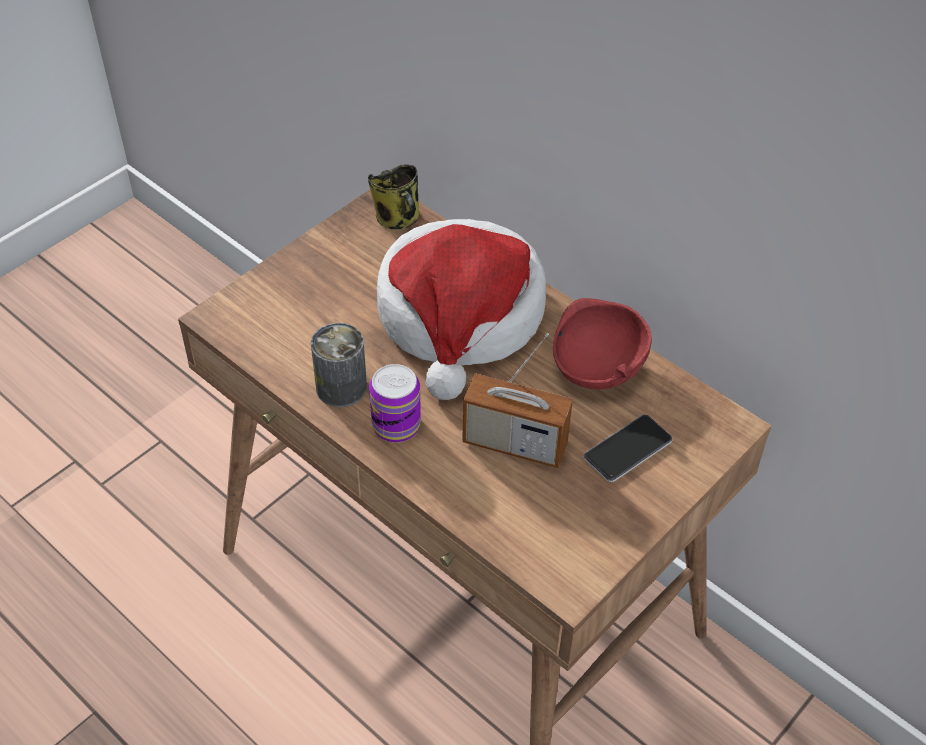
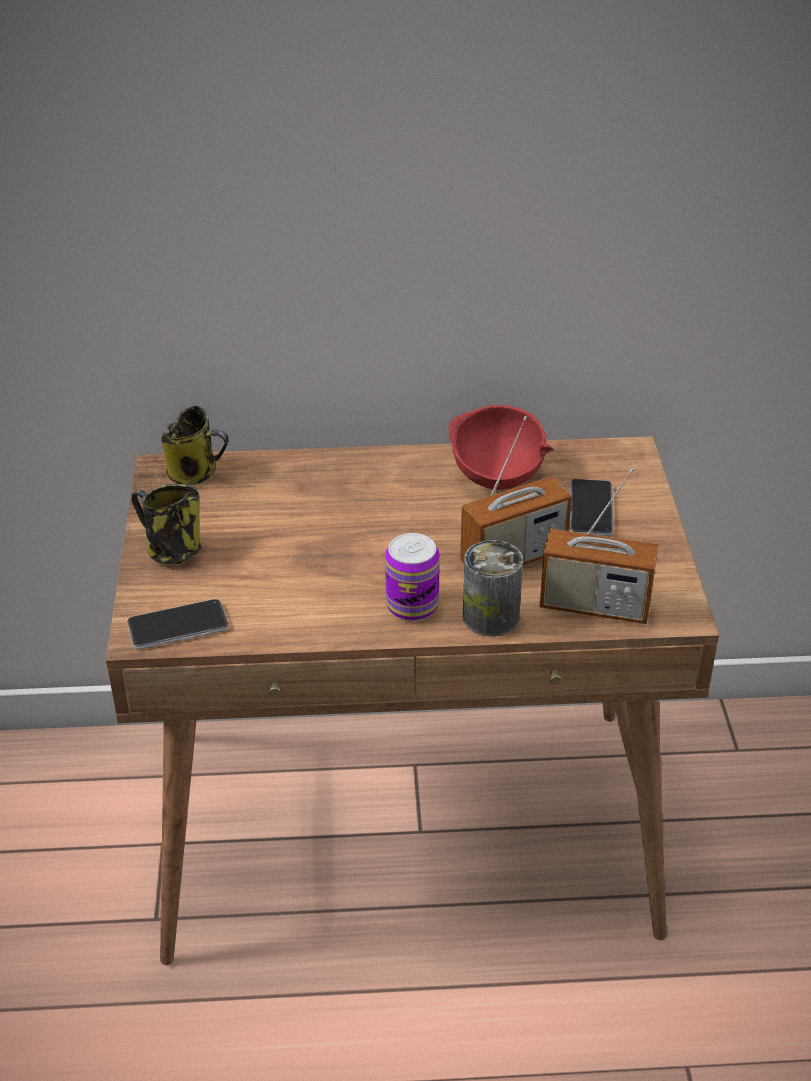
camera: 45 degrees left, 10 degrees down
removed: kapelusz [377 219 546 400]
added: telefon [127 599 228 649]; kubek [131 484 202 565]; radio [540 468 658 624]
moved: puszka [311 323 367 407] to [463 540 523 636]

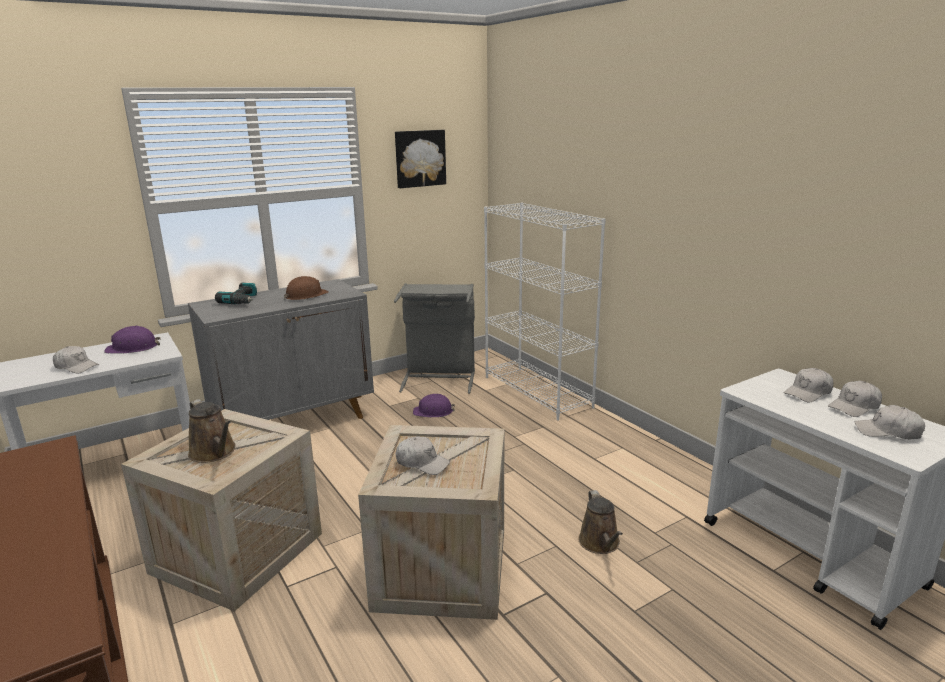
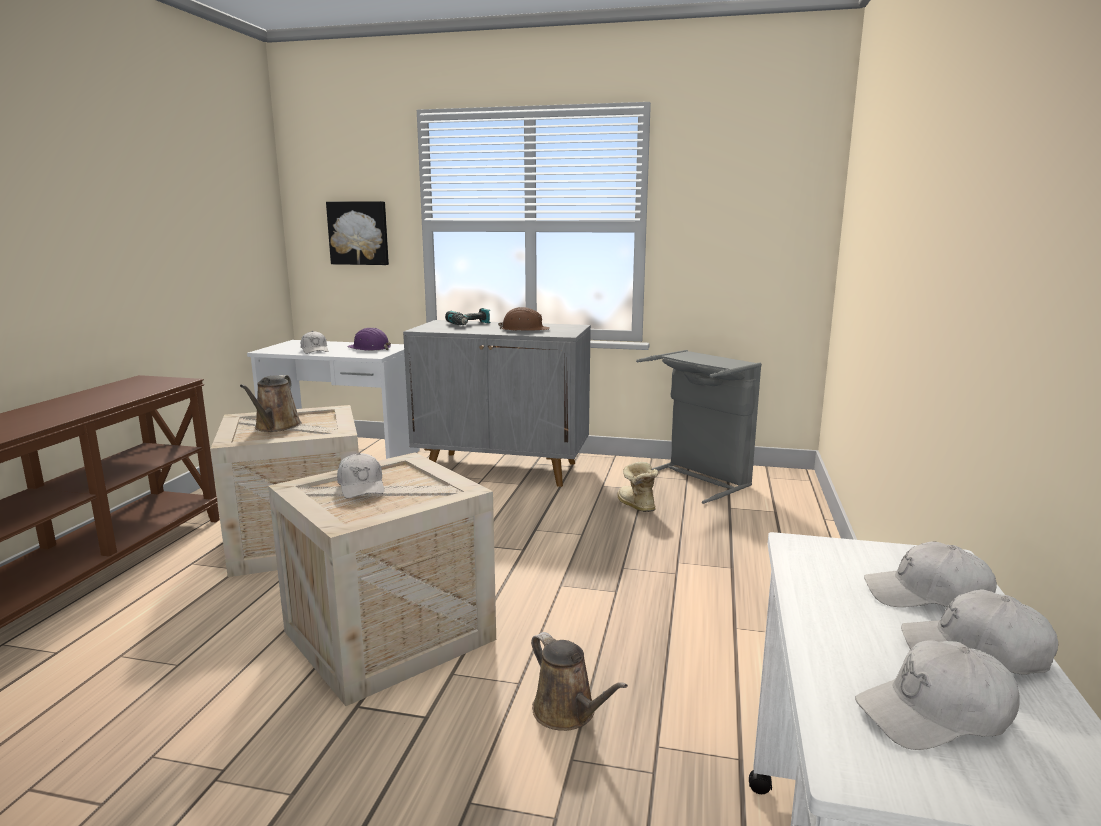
camera: 45 degrees right, 5 degrees down
removed: regał [biały] [484 202 606 421]
moved: obraz [395 130 446 188] to [326 201 389 265]
replaced: kask [fioletowy] [413 394 455 417] to but z cholewką [617 462 658 512]
turned: konewka [brązowy] [578 490 623 554] = [531 632 628 731] 75 degrees counterclockwise; czapka z daszkiem [biały] [855 405 925 439] = [855 640 1020 750] 75 degrees counterclockwise

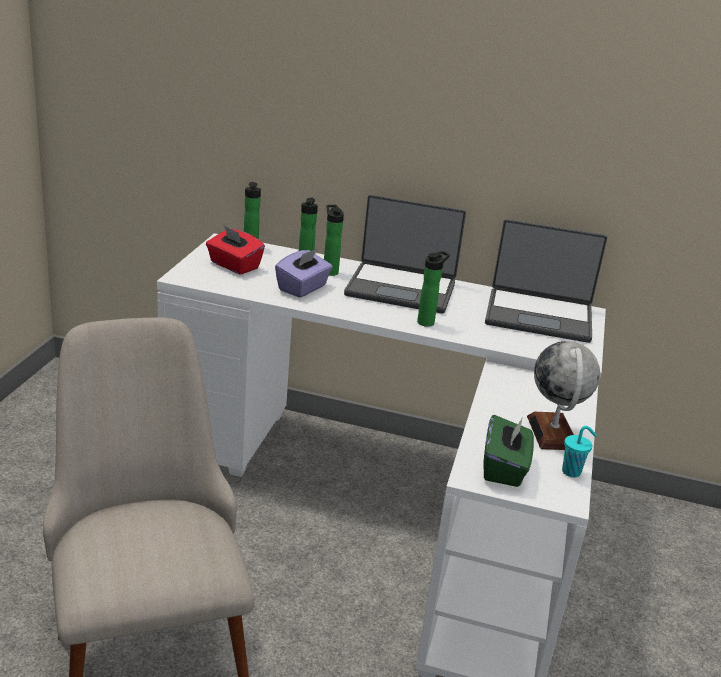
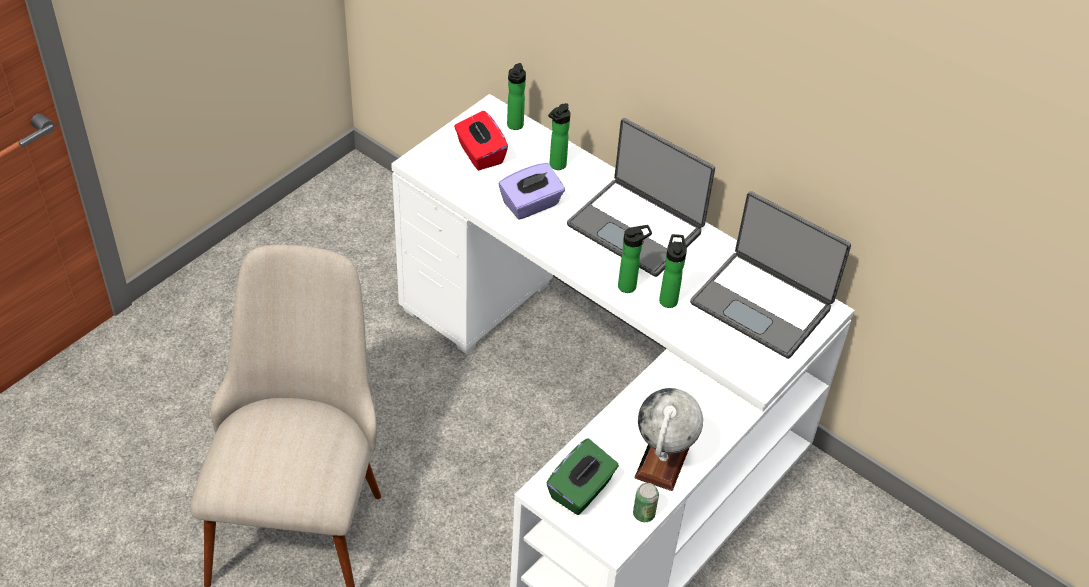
camera: 25 degrees right, 20 degrees up
moved: butelka [324 205 344 276] to [659 234 687 308]
replaced: filiżanka [turkusowy] [562 426 597 477] to puszka [633 483 659 522]

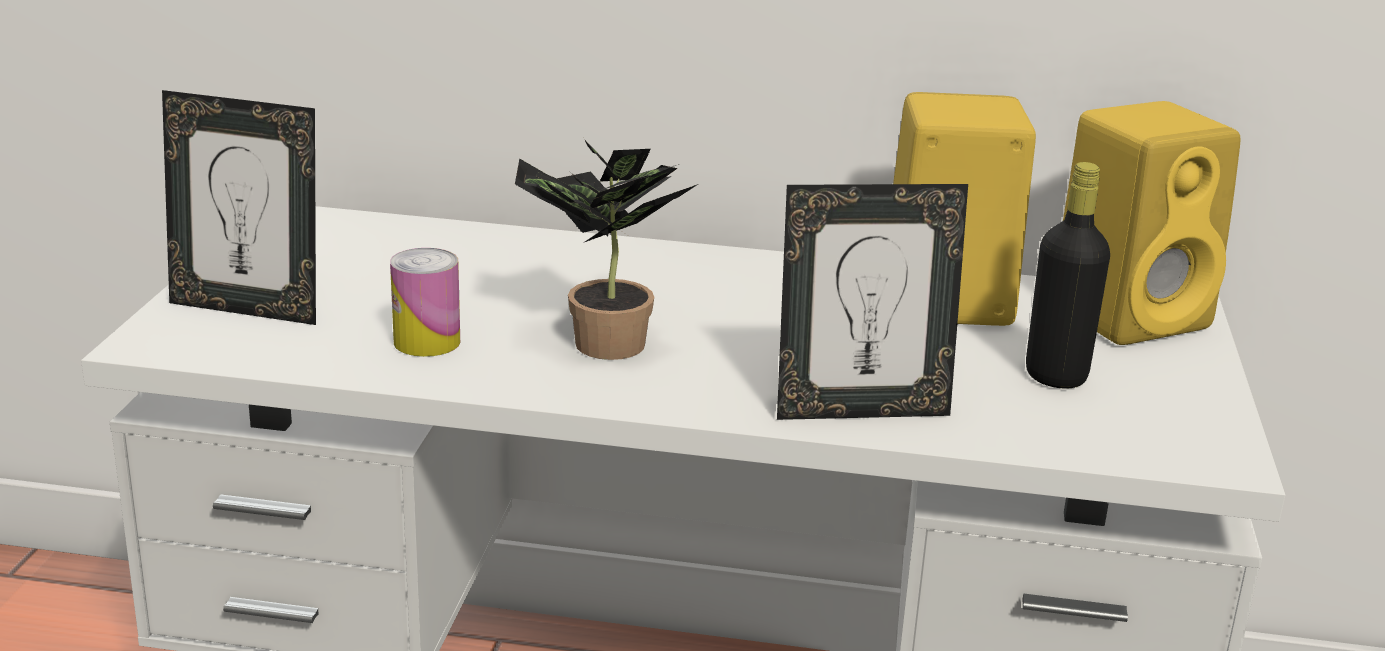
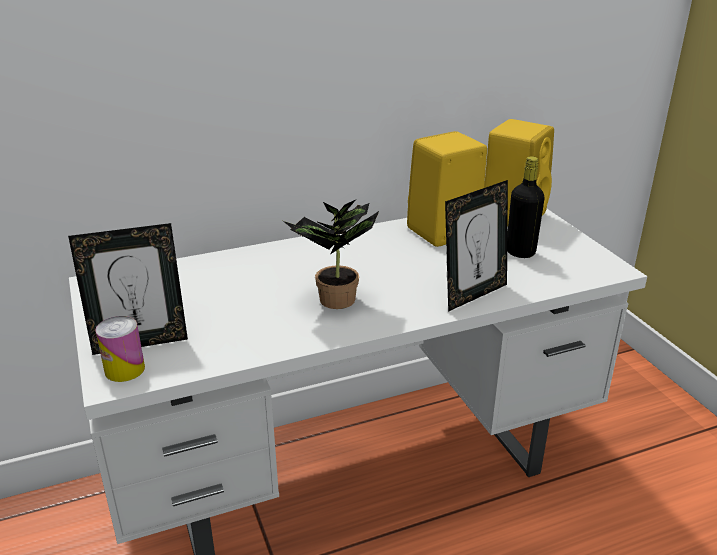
camera: 30 degrees left, 5 degrees up
moved: puszka [390 248 460 357] to [95 316 145 382]

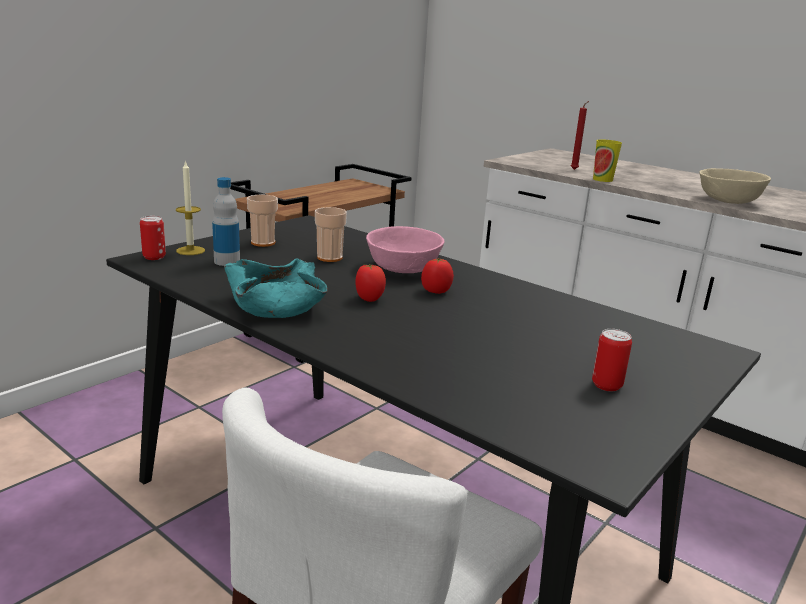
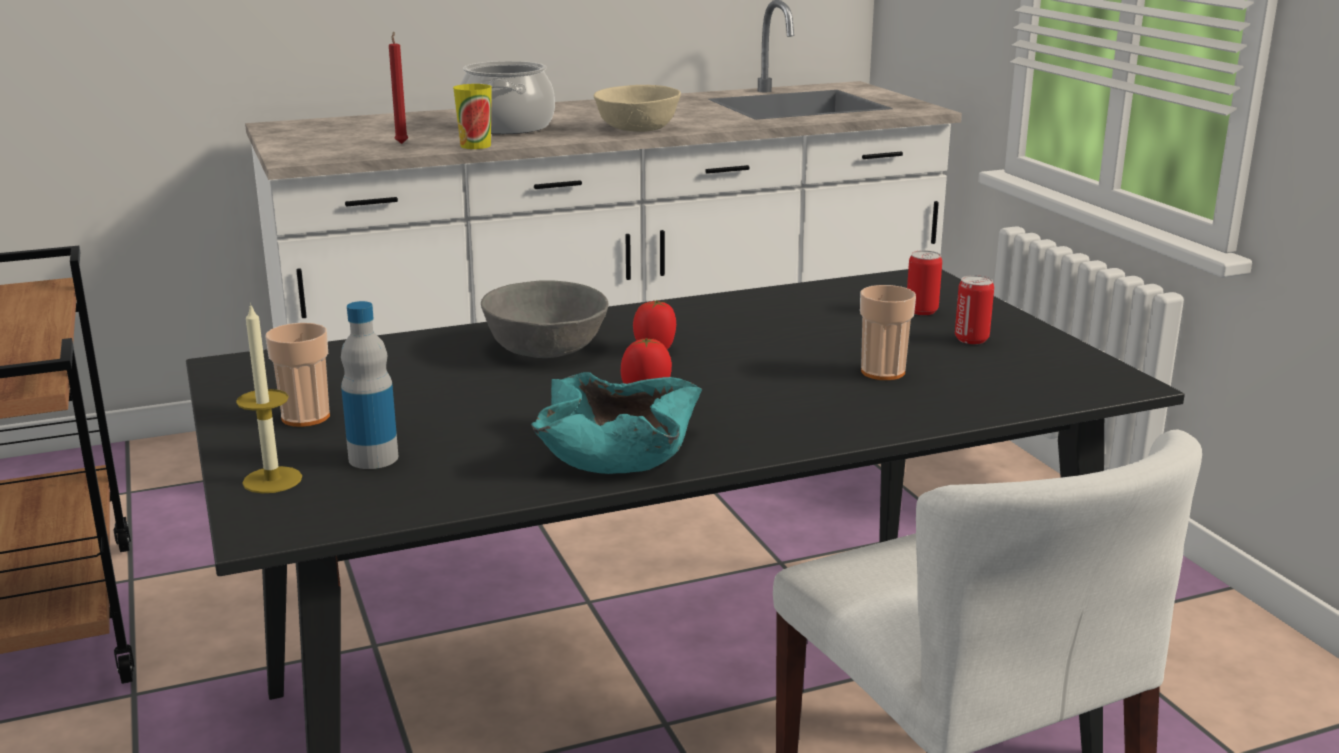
camera: 60 degrees left, 0 degrees up
added: garnek [460 61 555 134]
moved: filiżanka [315 207 347 262] to [860 285 916 380]; puszka [140 216 166 260] to [907 250 942 315]
recoloured: miska [różowy] [366 226 444 273] to miska [szary] [481 280 609 358]

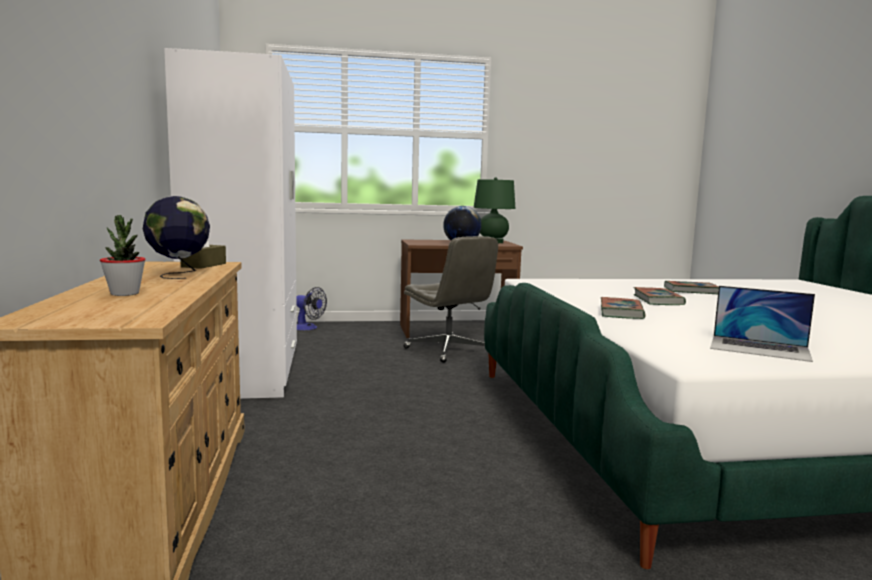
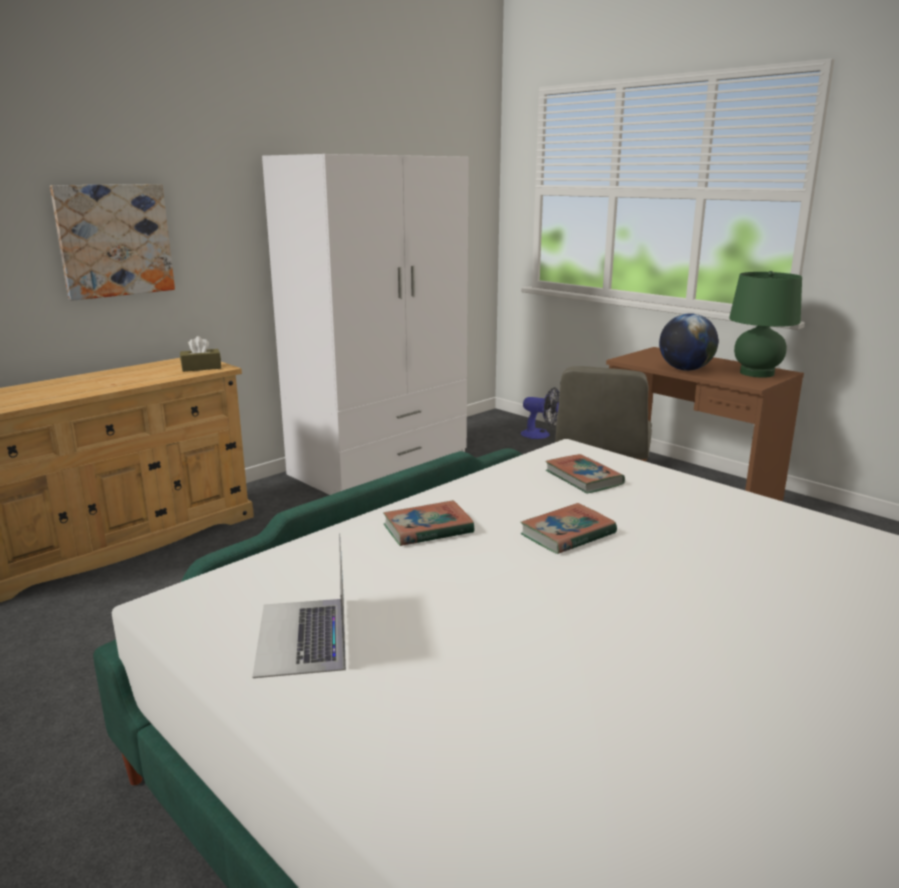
camera: 55 degrees right, 10 degrees up
removed: roślina doniczkowa [100 215 146 296]; globus [143 196 210 279]
added: obraz [50 184 175 301]
moved: książka [664 281 719 294] to [545 454 625 494]
turned: wentylator [296 287 327 330] = [521 387 560 439] 60 degrees counterclockwise

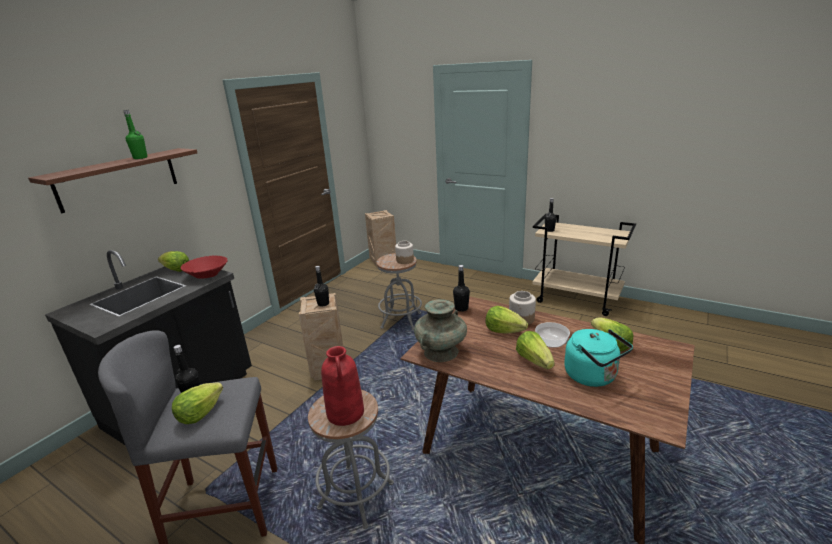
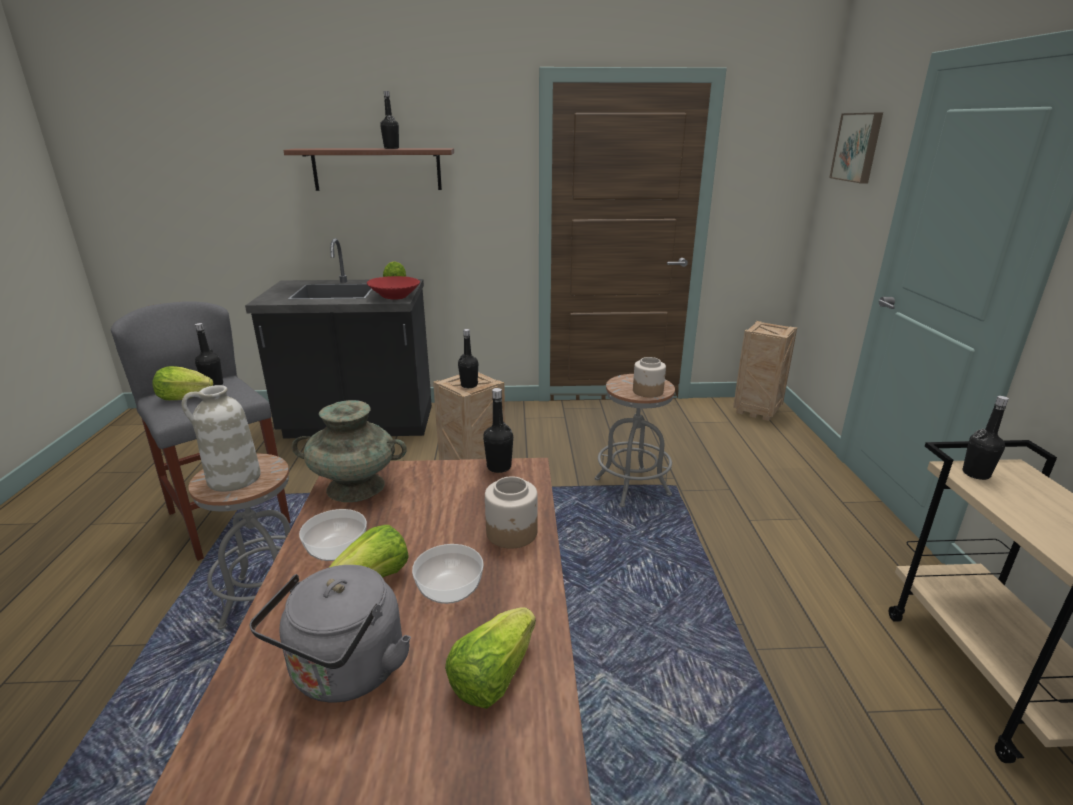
camera: 55 degrees right, 0 degrees up
removed: sałata [485 306 528 333]
added: miska [299 509 367 561]; obraz [829 113 883 183]
recoloured: wazon [czerwony] [321 346 364 426] to wazon [biały] [182 385 261 492]; czajnik [turkusowy] [564 329 633 387] to czajnik [szary] [250 565 411 703]; butelka [zielony] [123 110 148 159] to butelka [czarny] [380 91 399 149]

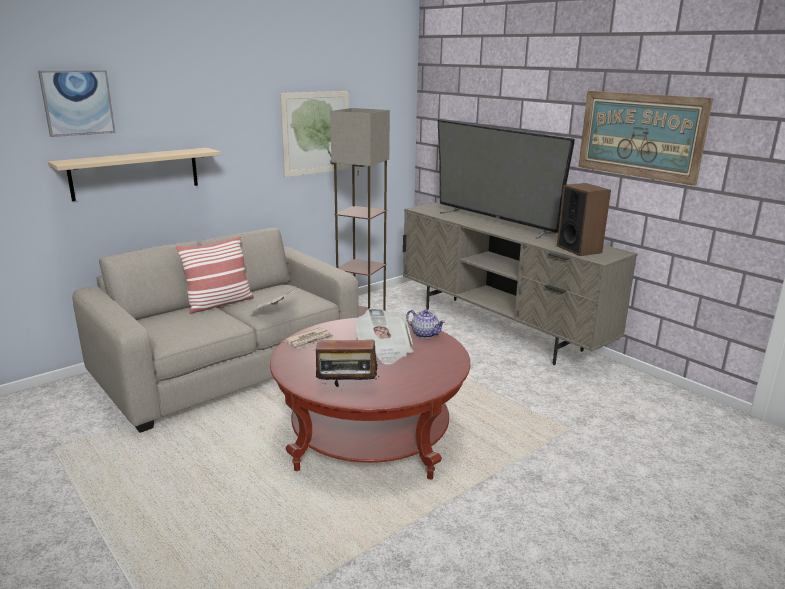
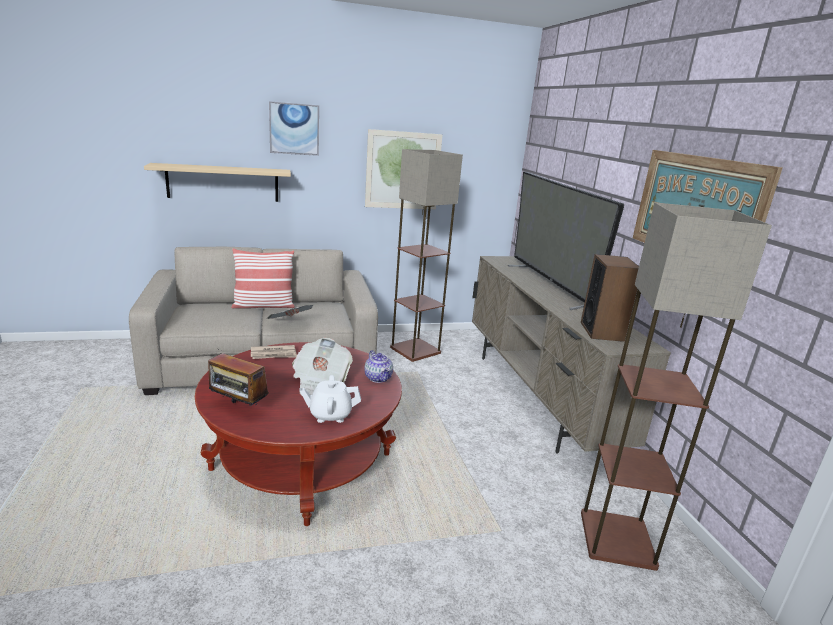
camera: 25 degrees right, 0 degrees up
added: imbryk [biały] [299 375 361 423]; lampa stojąca [581 202 772 571]
moved: obraz [38 70 116 137] to [269 101 319 156]

